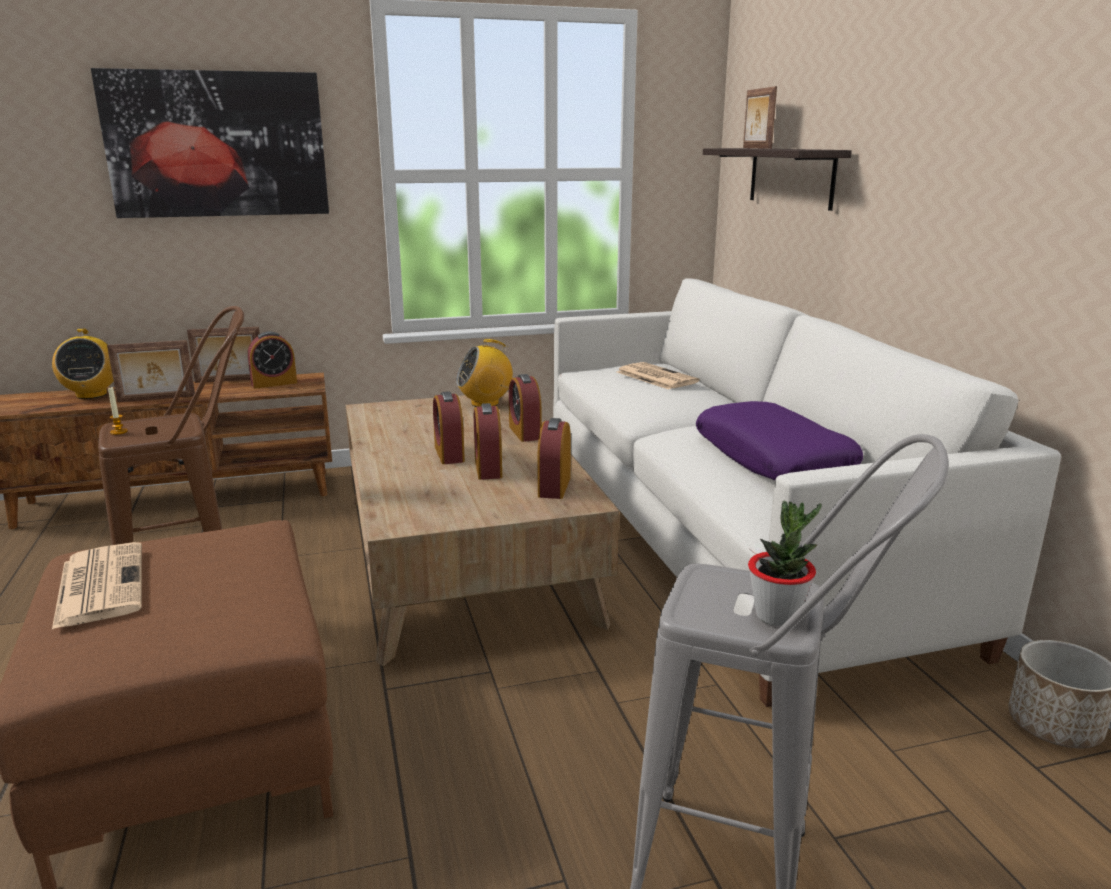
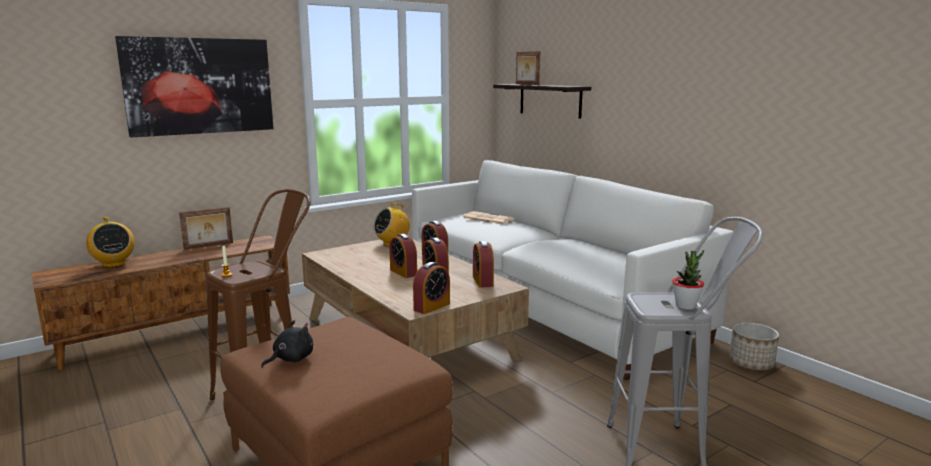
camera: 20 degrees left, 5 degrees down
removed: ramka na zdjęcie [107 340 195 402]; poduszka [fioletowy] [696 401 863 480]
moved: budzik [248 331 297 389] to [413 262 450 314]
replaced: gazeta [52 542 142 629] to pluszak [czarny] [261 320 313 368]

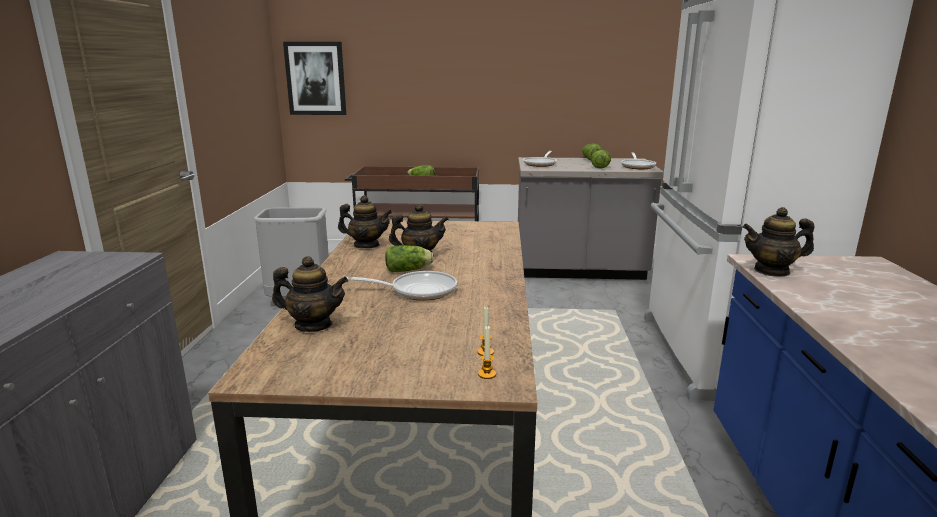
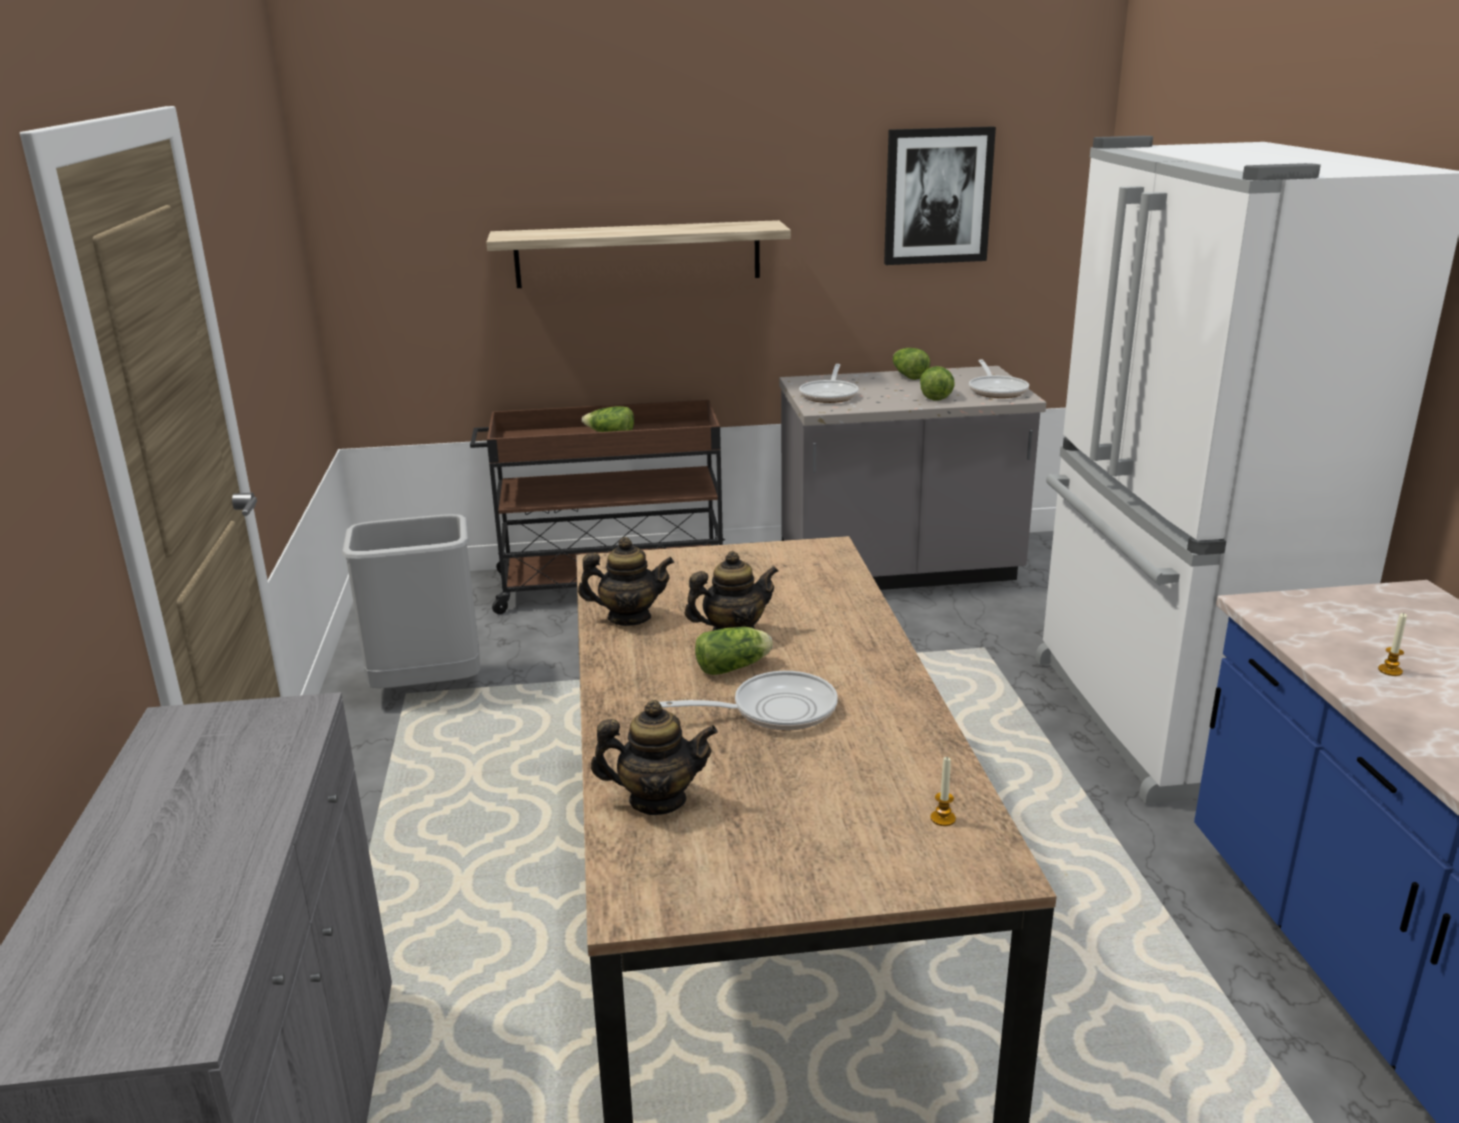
camera: 10 degrees left, 5 degrees up
removed: imbryk [743 207 814 277]
added: półka [486 220 791 288]
moved: obraz [283 42 346 115] to [884 126 996 265]; świeca [478 326 496 379] to [1378 613 1407 676]

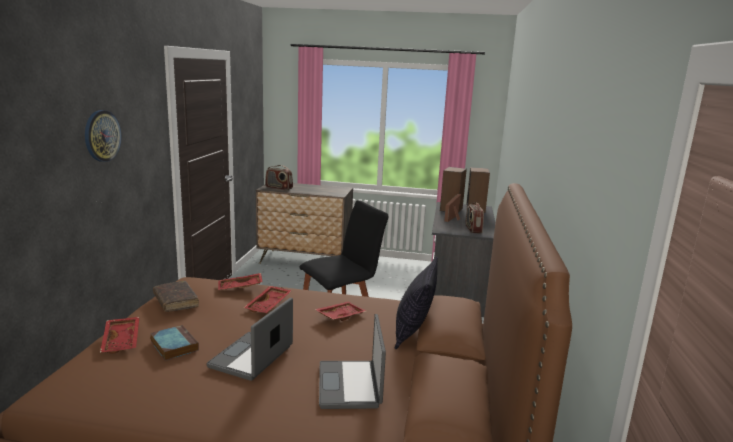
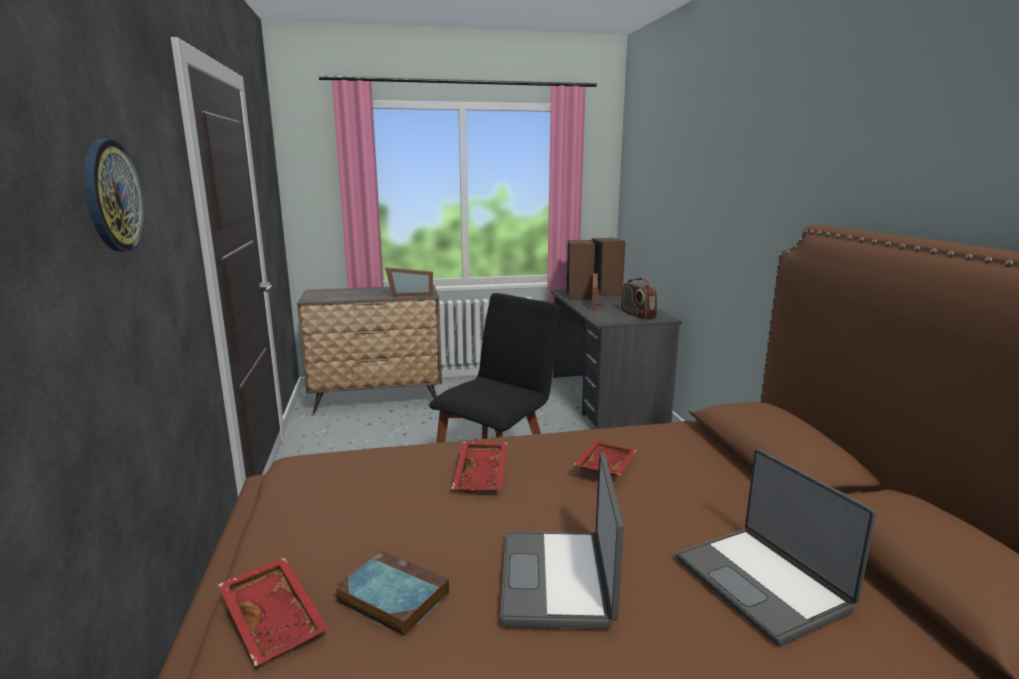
camera: 20 degrees left, 0 degrees up
removed: książka [brązowy] [153 281 199 312]; taca [czerwony] [218 273 263 290]; radio [265 165 293 190]; poduszka [395 256 438 349]
added: ramka na zdjęcie [385 267 433 297]

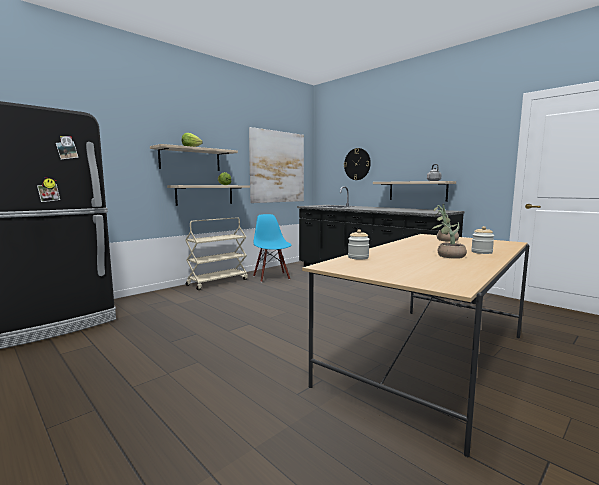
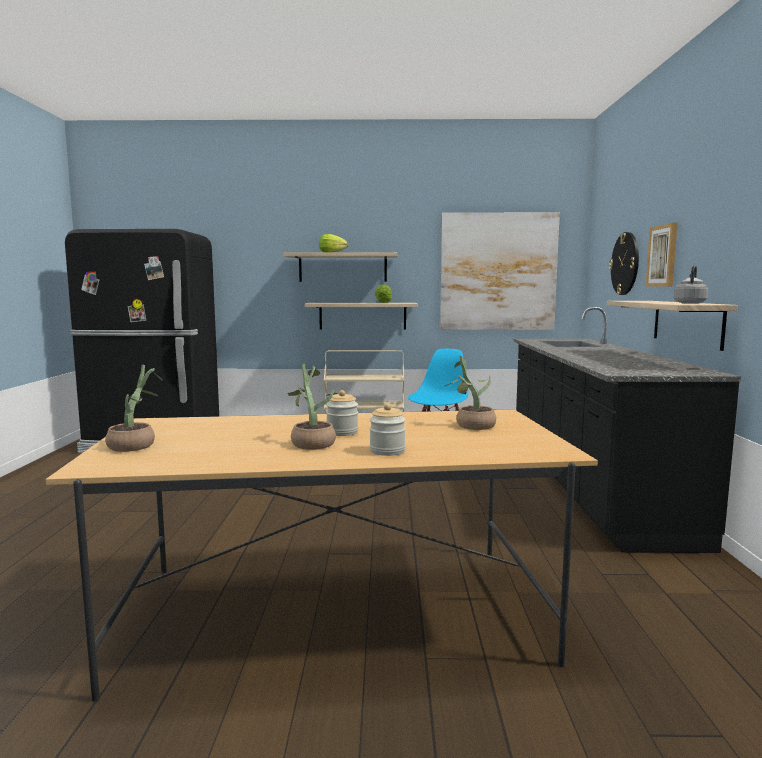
camera: 45 degrees right, 0 degrees up
added: roślina doniczkowa [105 365 163 452]; obraz [646 223 678 287]
moved: słoik [348 229 370 259] to [326 390 358 436]

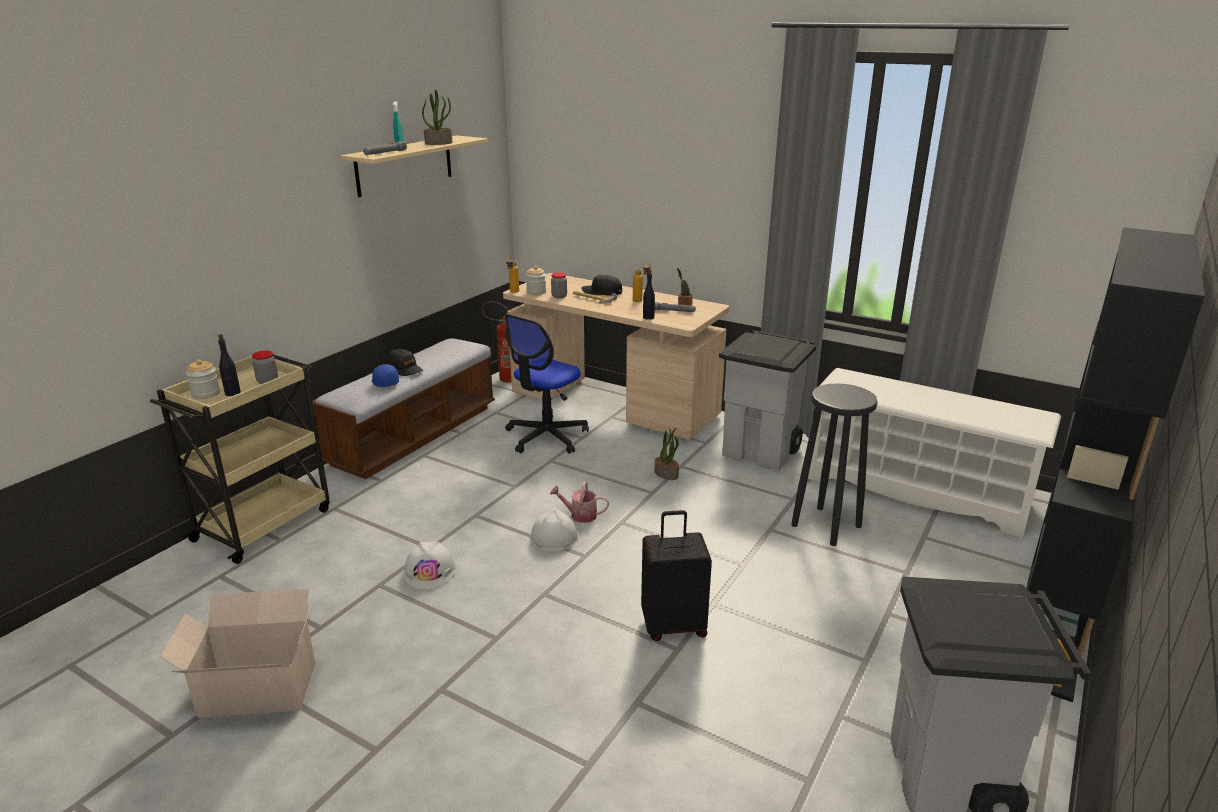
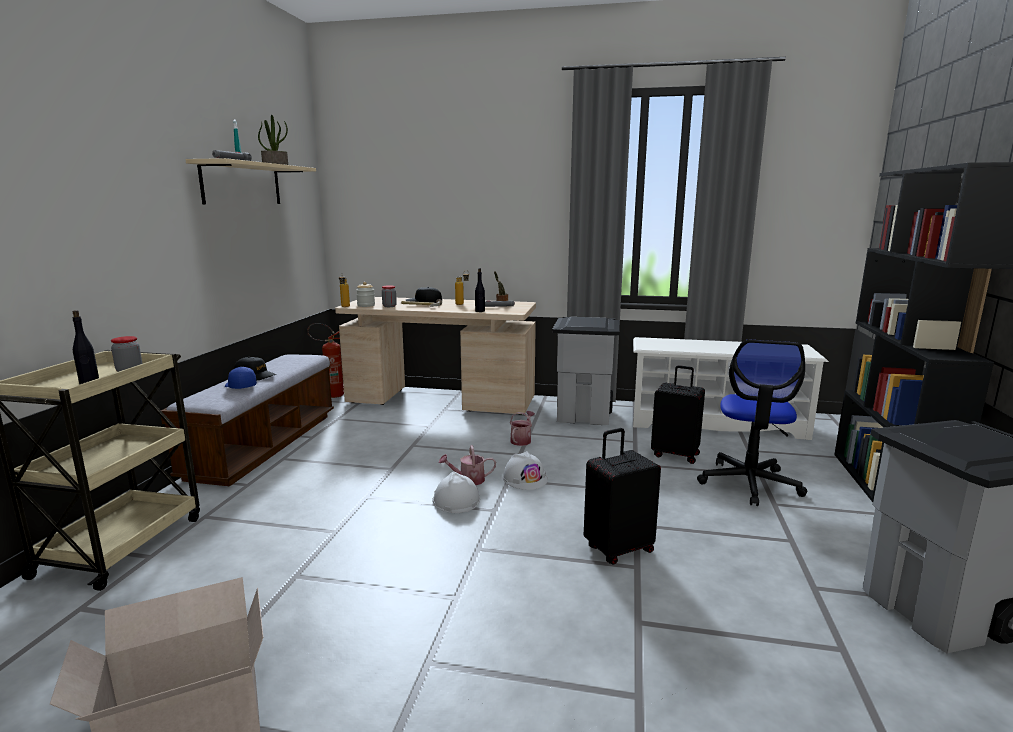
camera: 20 degrees left, 10 degrees down
removed: słoik [186 359 220 399]
moved: kask [biały] [403 541 456 590] to [503 451 548 490]; krzesło biurowe [505 314 589 453] to [697 340 807 506]
replaced: roślina doniczkowa [655 428 679 480] to konewka [510 411 535 446]; stołek [czarny] [791 384 878 546] to walizka [czarny] [651 365 705 464]

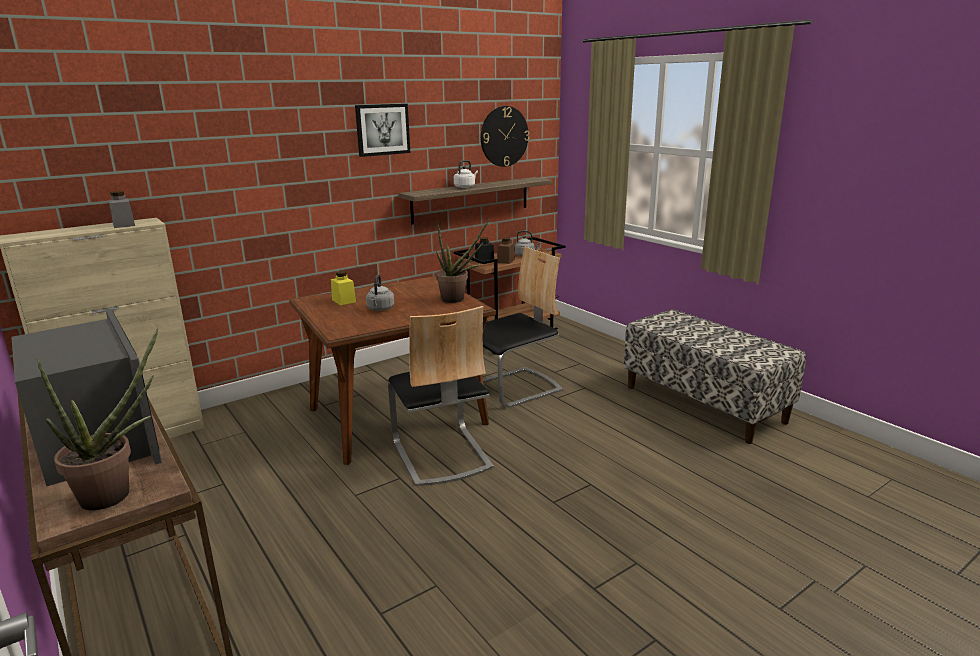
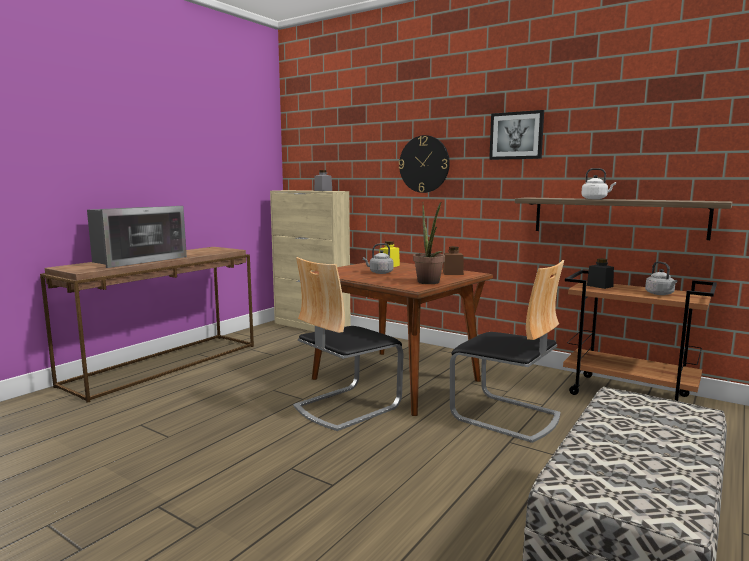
camera: 70 degrees right, 10 degrees down
removed: roślina doniczkowa [36 328 159 510]
moved: zegar ścienny [481 106 529 167] to [399 135 450 193]; słoik [brązowy] [497 237 515 264] to [443 246 464 275]

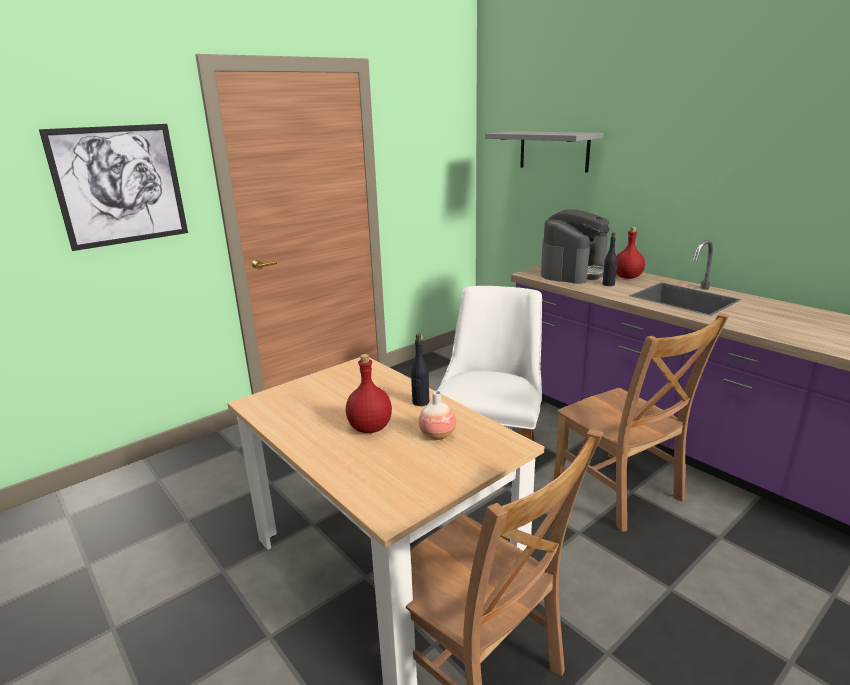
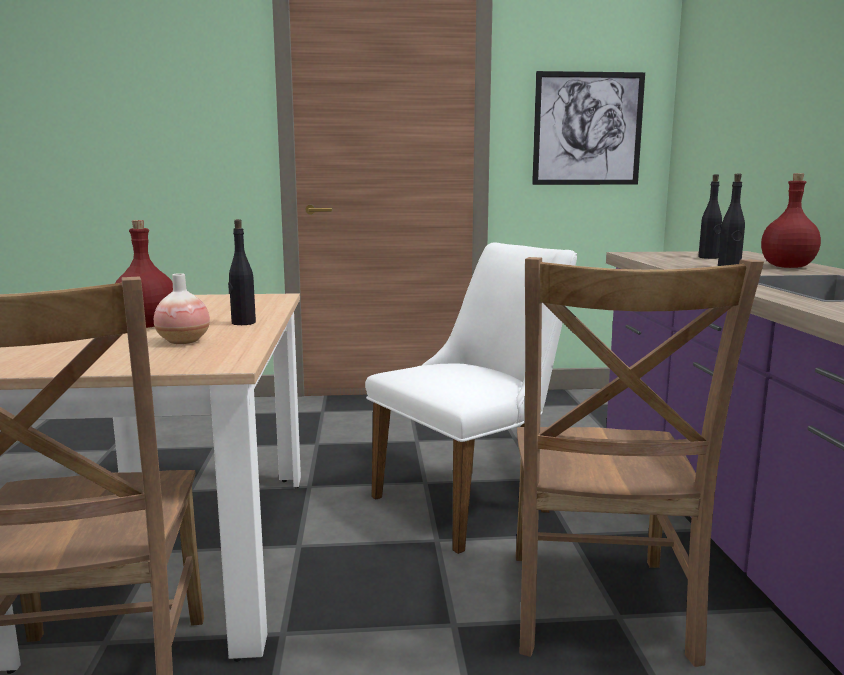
camera: 35 degrees right, 10 degrees down
removed: półka [szary] [485 131 604 173]
moved: obraz [39 124 188 251] to [532 71 645 185]
replaced: ekspres do kawy [541 209 610 284] to butelka [czarny] [698 174 722 259]

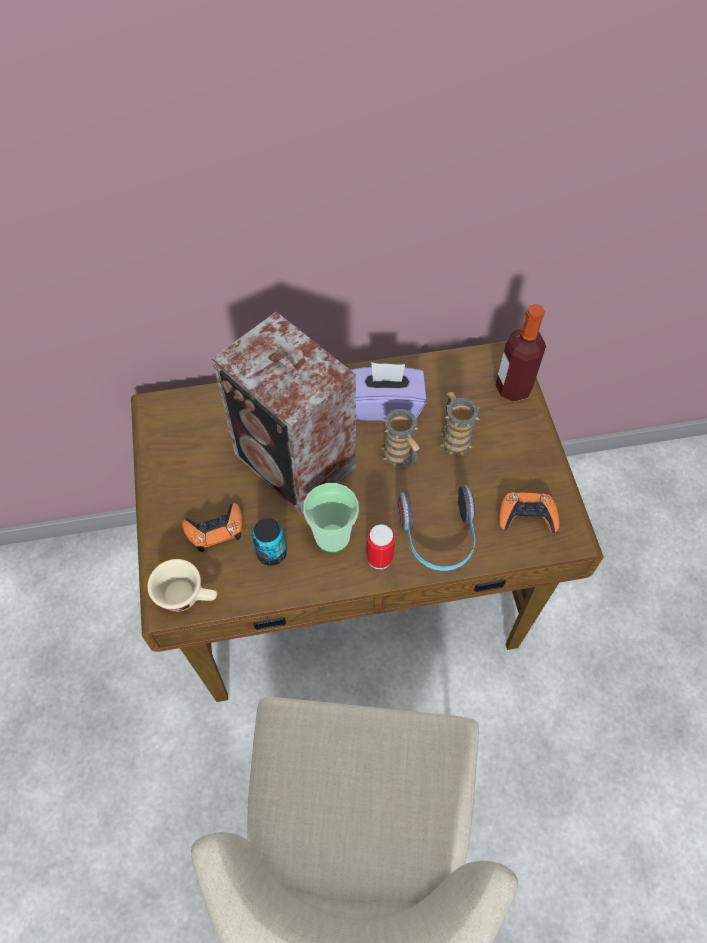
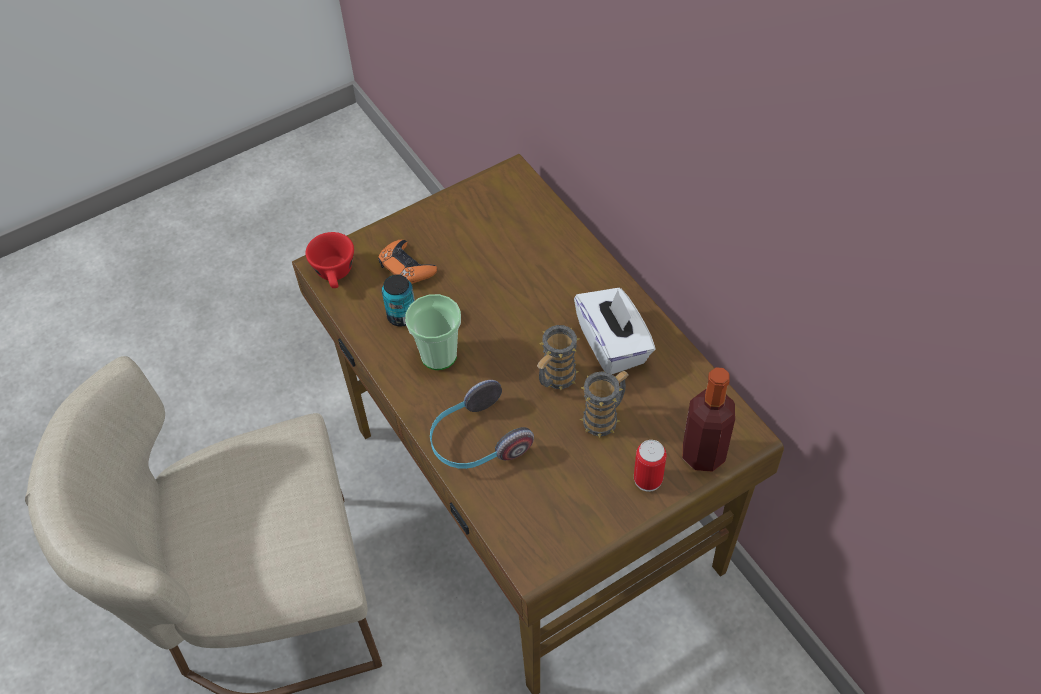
camera: 70 degrees right, 5 degrees down
removed: głośnik [212 312 356 515]; pad do gier [pomarańczowy] [499 492 559 533]
moved: puszka [367 525 395 569] to [634 440 666 492]
recoloured: filiżanka [beżowy] [148 559 217 612] to filiżanka [czerwony] [306 232 354 288]; pudełko chusteczek [fioletowy] [351 362 427 421] to pudełko chusteczek [biały] [574 288 655 374]

